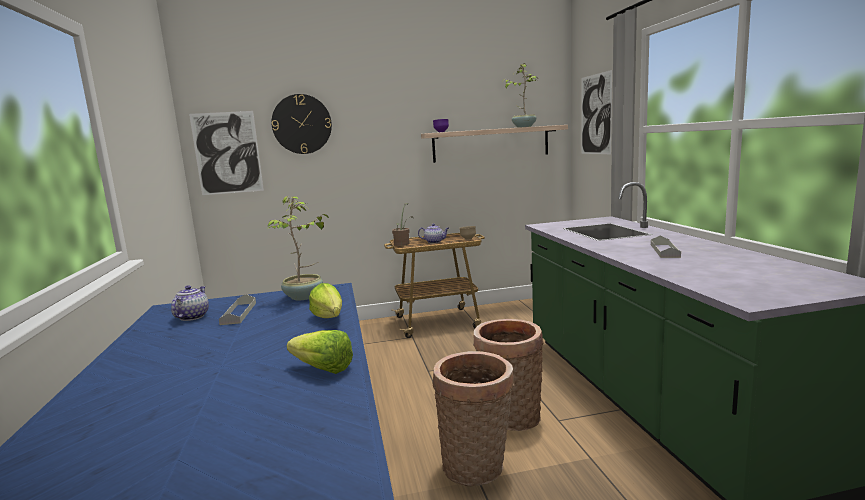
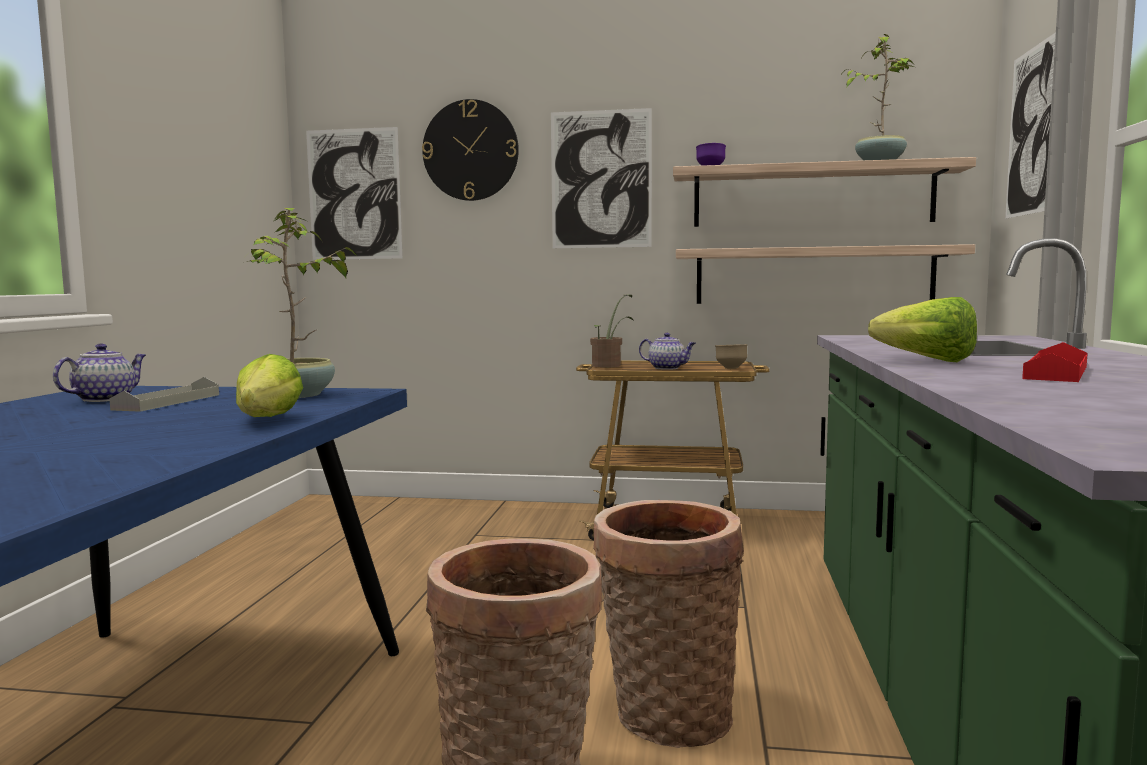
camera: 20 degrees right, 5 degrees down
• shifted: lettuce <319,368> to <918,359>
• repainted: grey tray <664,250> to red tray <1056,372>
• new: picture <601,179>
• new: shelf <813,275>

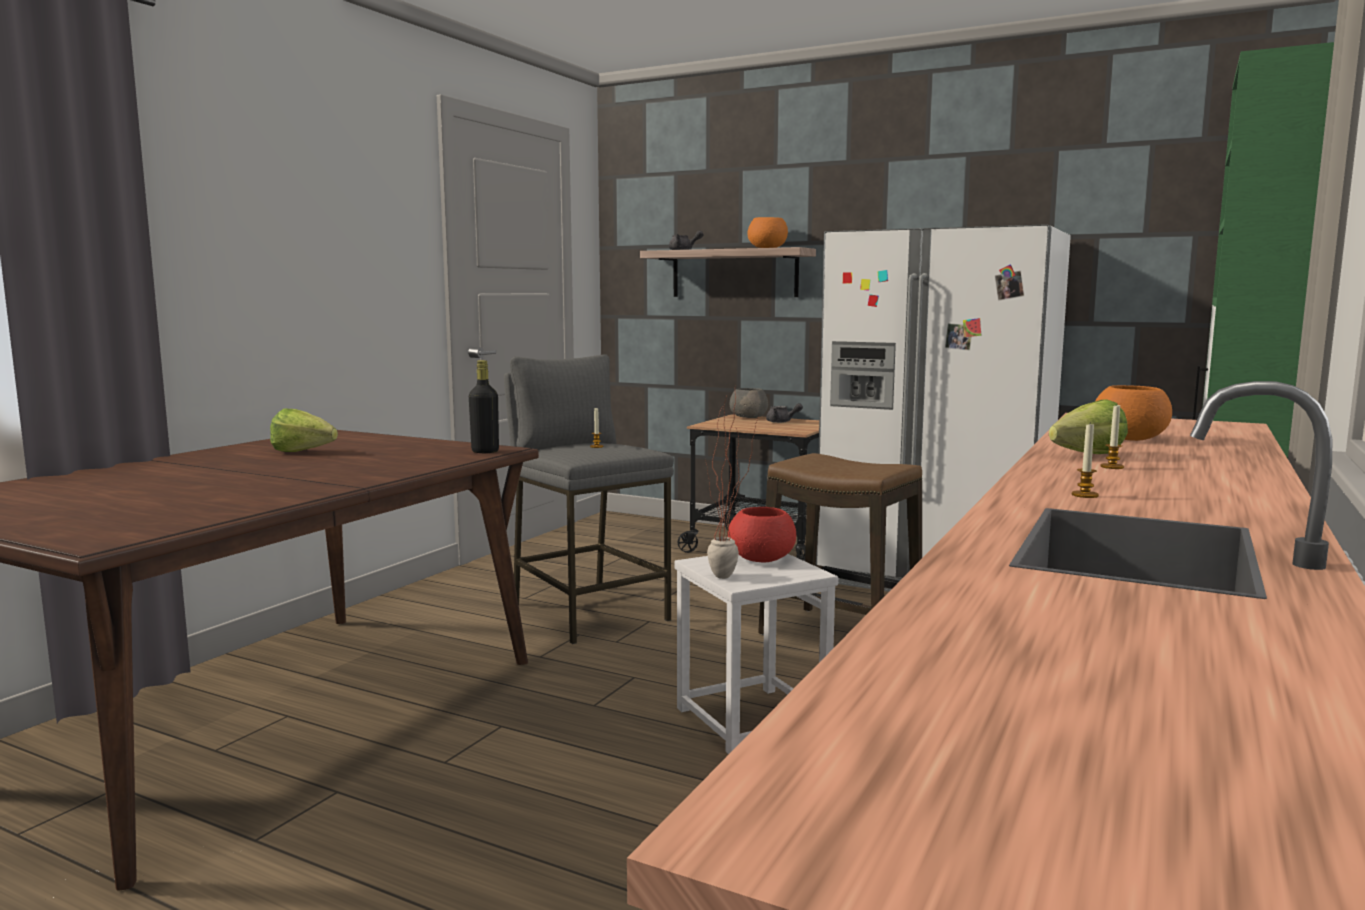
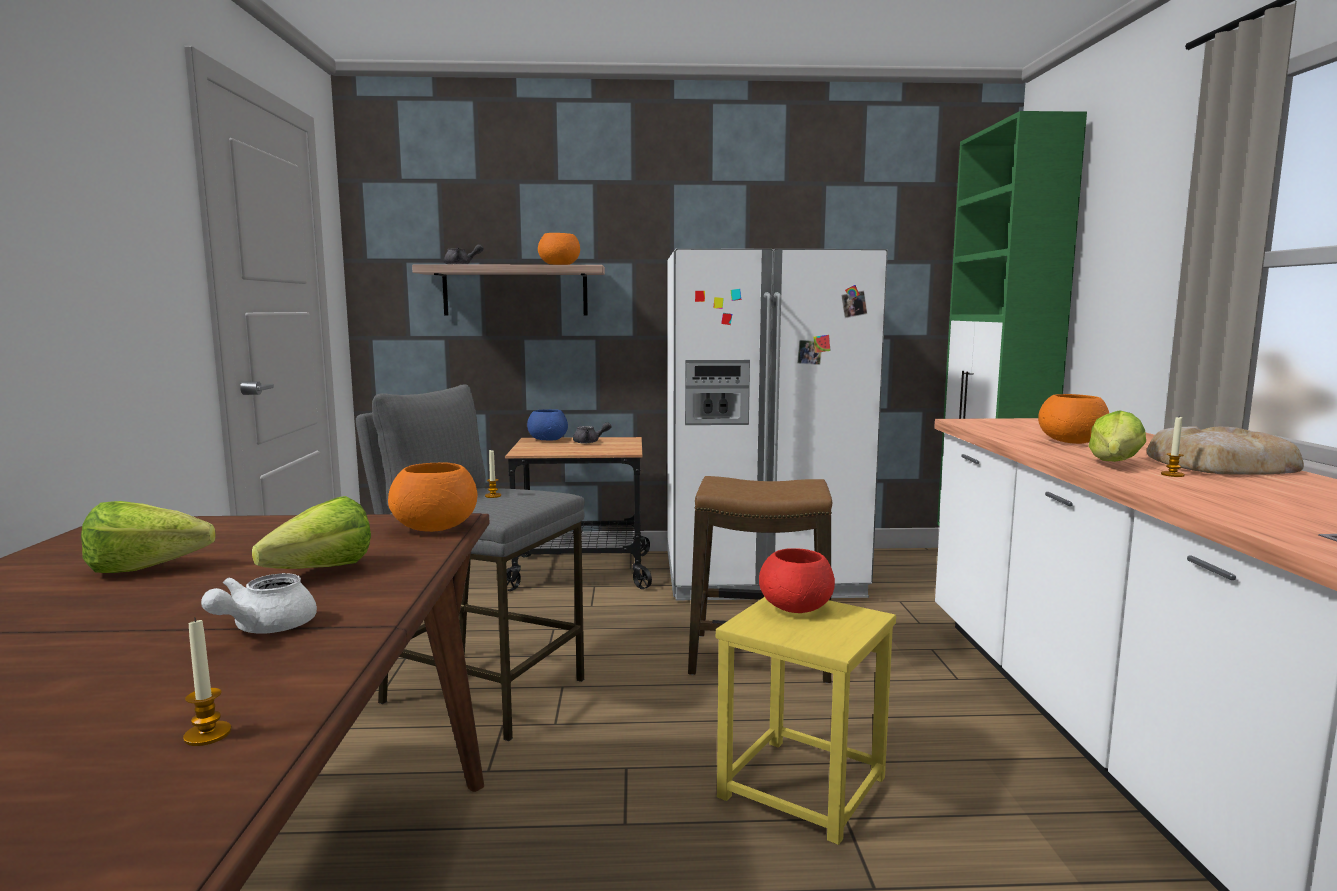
camera: 30 degrees left, 0 degrees up
• swapped: black bottle <485,451> to orange bowl <436,527>
• repainted: white stool <750,720> to yellow stool <801,788>
• gone: potted plant <730,579>
• repainted: grey bowl <749,417> to blue bowl <548,440>
• shifted: candle <1084,495> to <207,735>
• new: white teapot <264,628>
• new: lettuce <311,574>
• new: bread <1216,465>

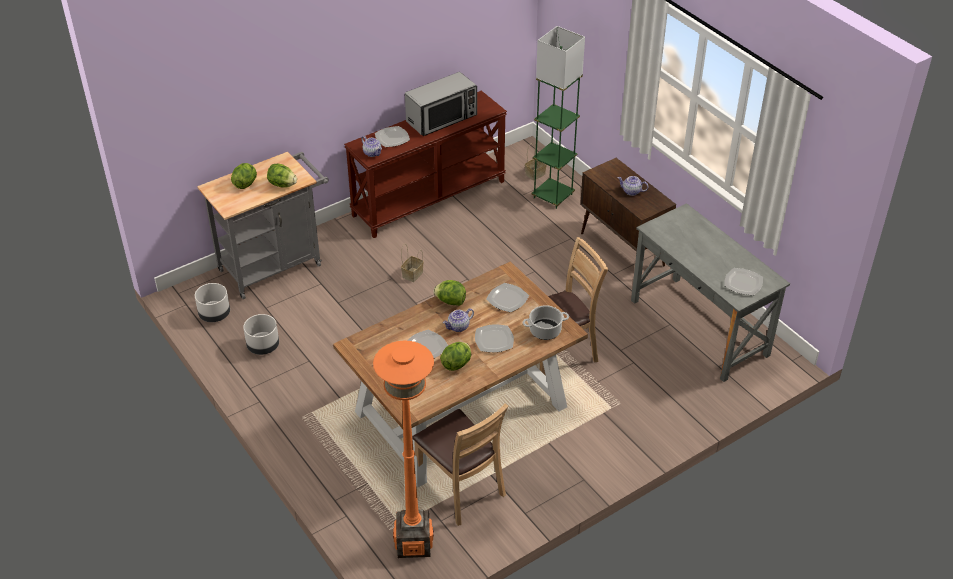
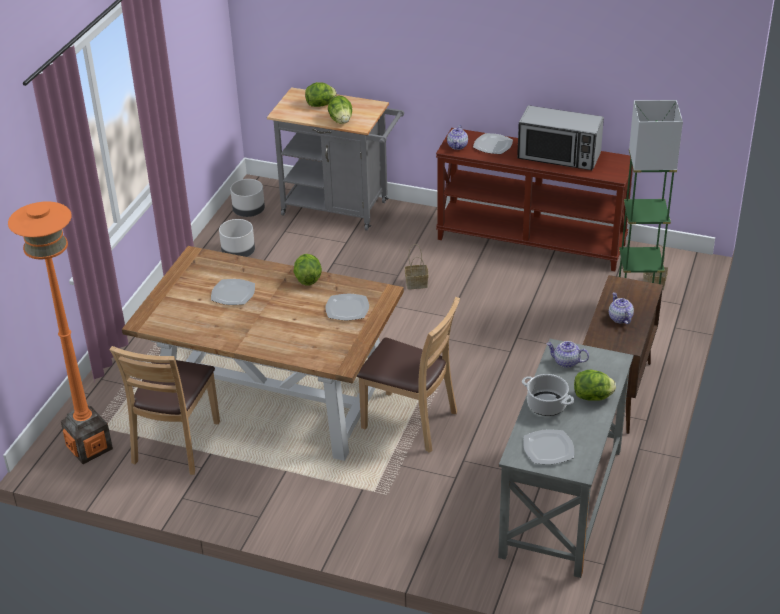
camera: 55 degrees right, 5 degrees down
• shifted: lettuce <457,364> to <593,397>
• shifted: teapot <458,327> to <566,362>
• gone: plate <494,339>
• shifted: cooking pot <545,331> to <546,405>

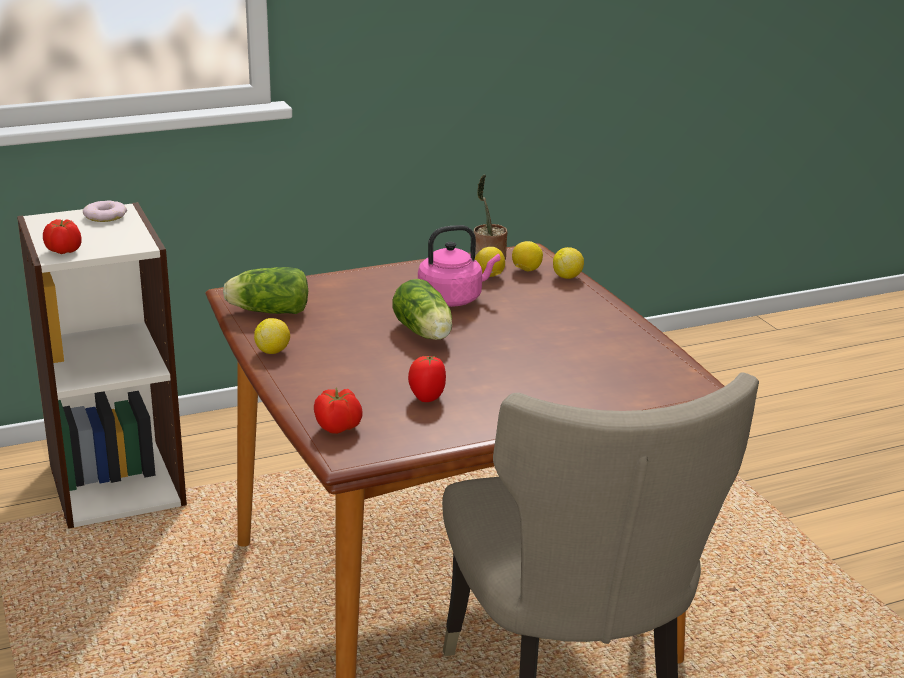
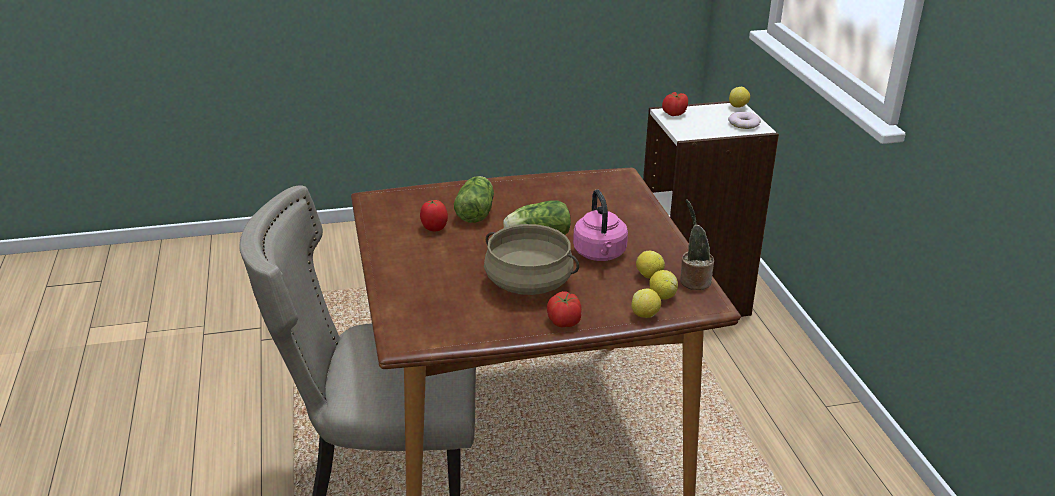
camera: 100 degrees right, 5 degrees up
• shifted: lettuce <266,311> to <476,211>
• shifted: lemon <273,351> to <738,107>
• shifted: tomato <339,428> to <563,322>
• new: beige cooking pot <529,283>

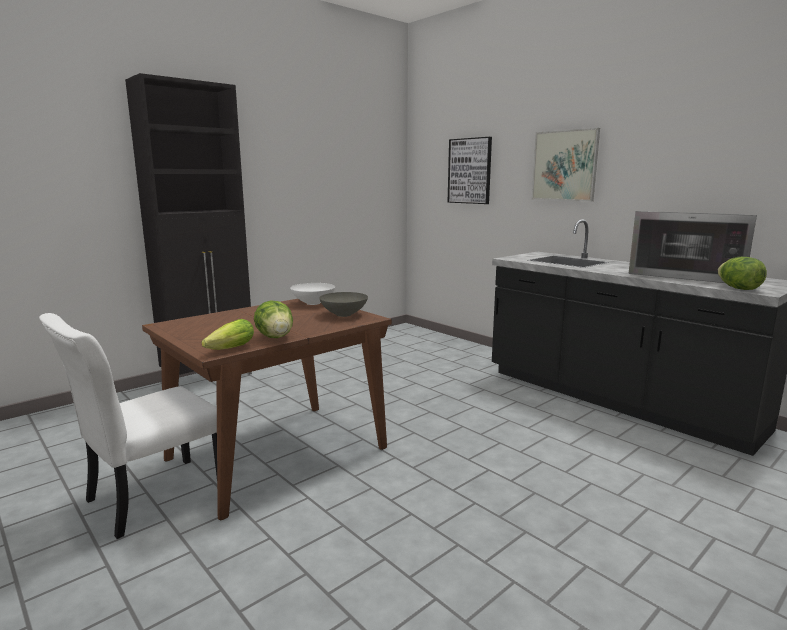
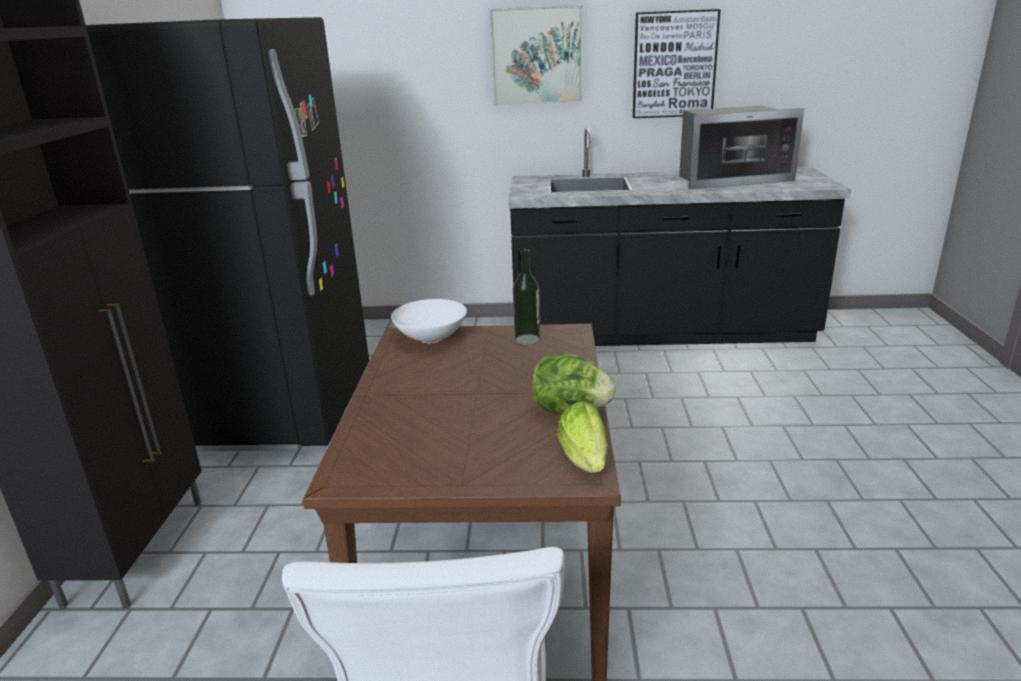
camera: 45 degrees left, 10 degrees up
• swapped: grey bowl <344,314> to bottle <527,339>
• shifted: picture <470,171> to <674,64>
• gone: lettuce <738,288>
• new: black fridge <283,408>

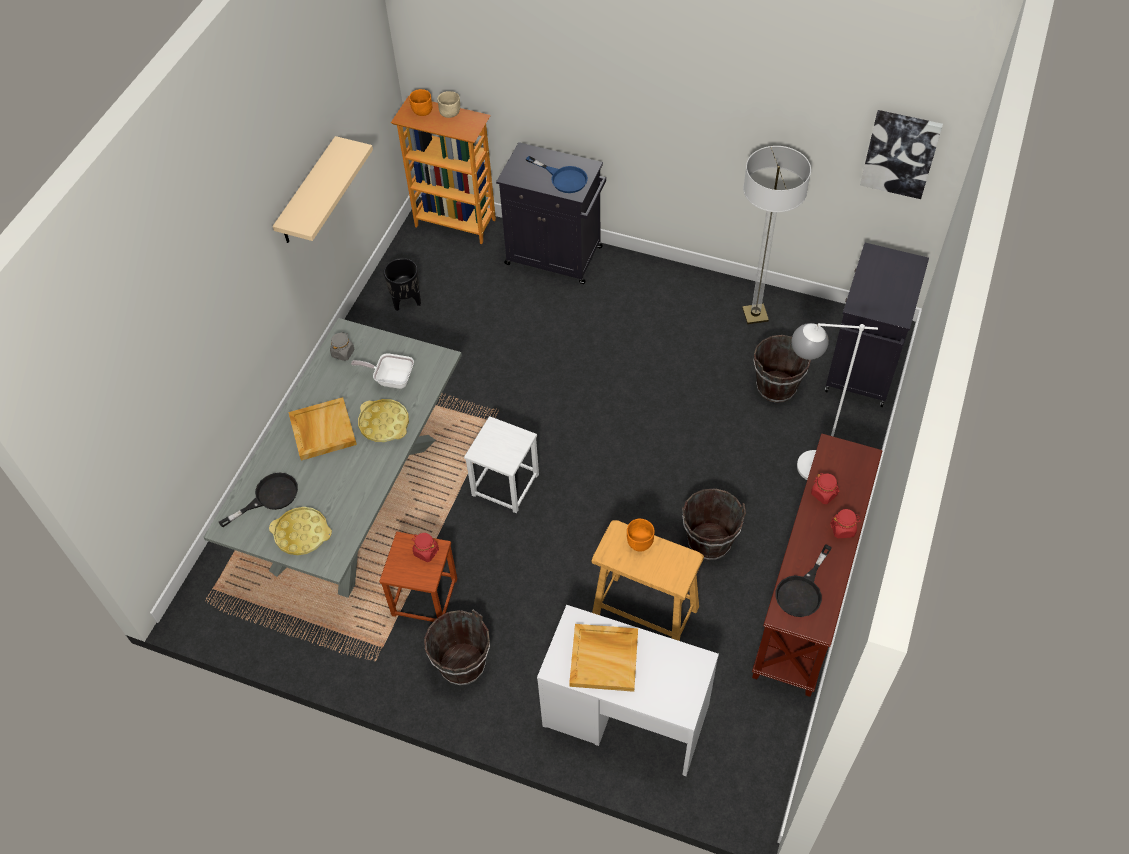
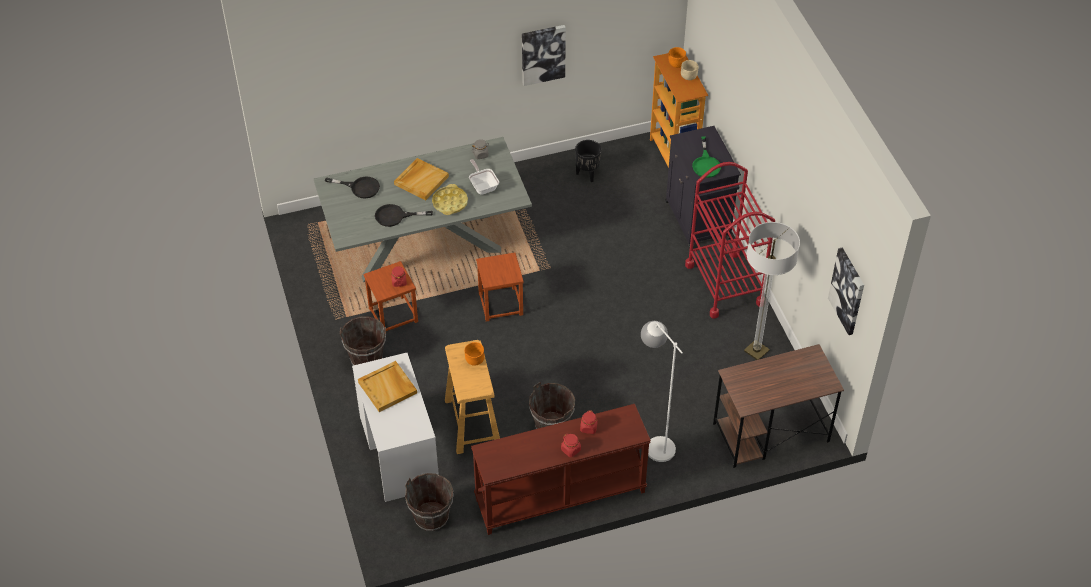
camera: 50 degrees right, 5 degrees down
• gone: yellow tray <302,534>
• swapped: beige shelf <308,193> to picture <543,54>
• repainted: white stool <505,485> to brown stool <500,304>
• repainted: blue frying pan <563,178> to green frying pan <706,164>
• shifted: brown bucket <776,387> to <431,517>
• shifted: black frying pan <802,591> to <395,216>
• swapped: black cabinet <862,367> to brown desk <770,433>
• new: red cart <724,284>

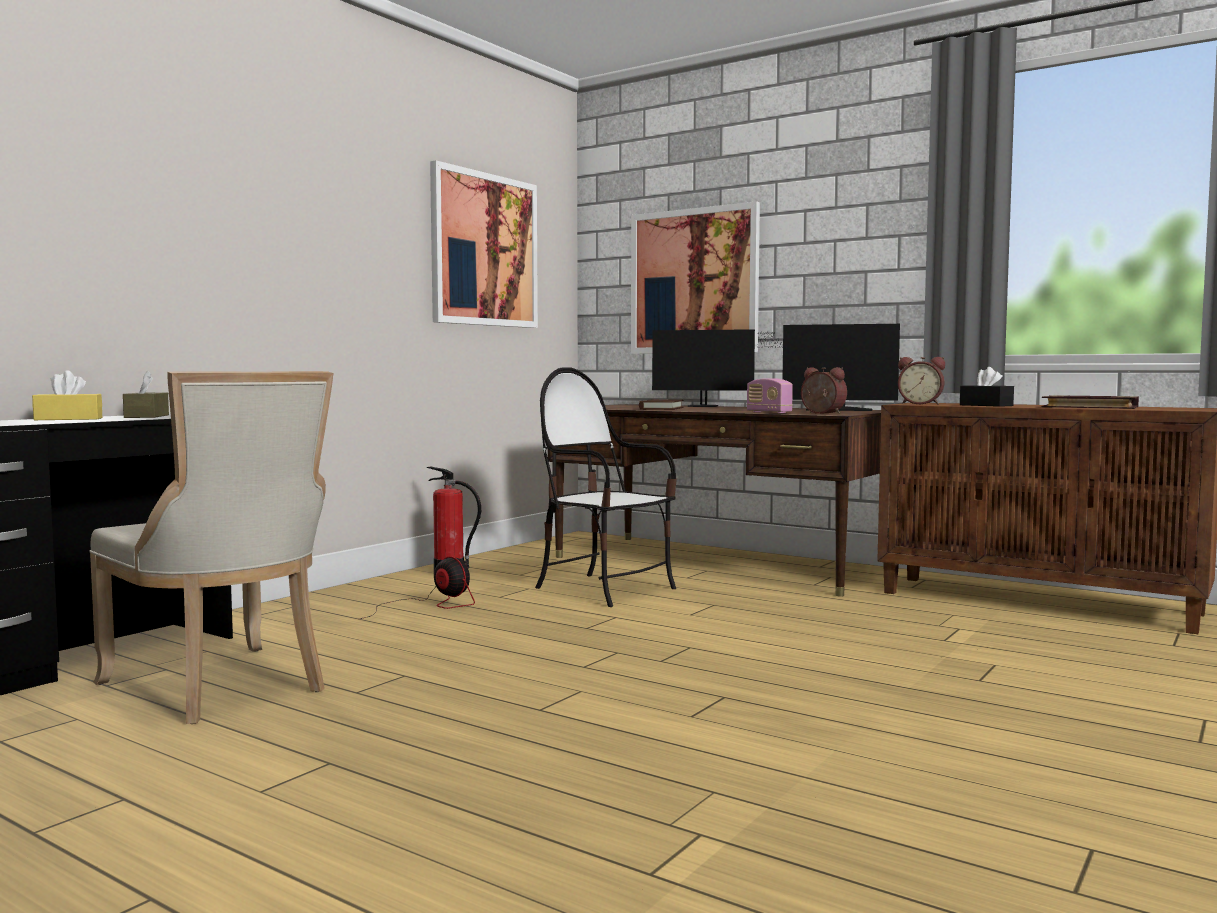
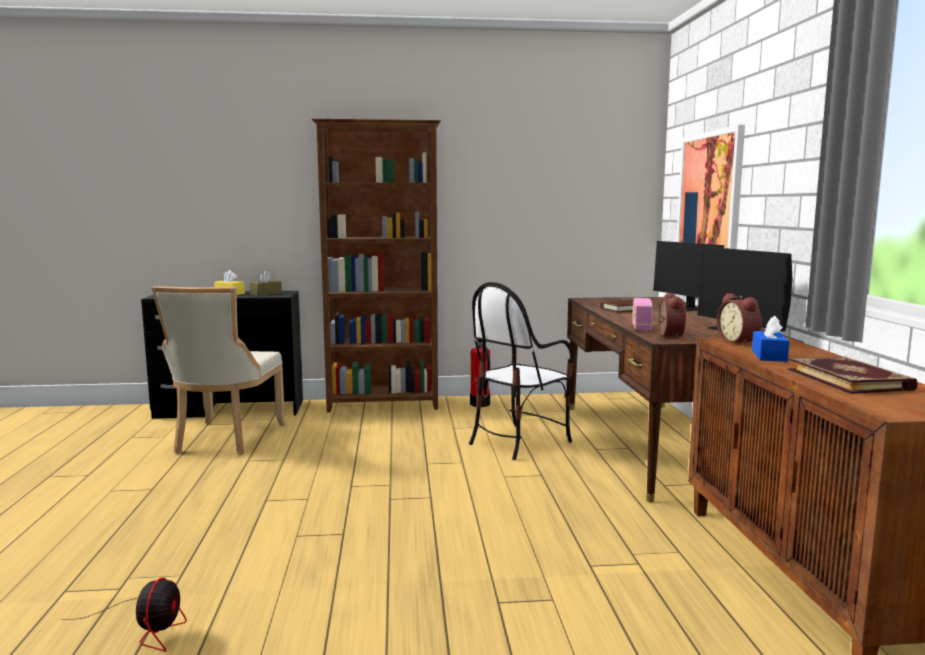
camera: 50 degrees right, 5 degrees up
• shifted: fan <430,605> to <149,627>
• gone: picture <484,250>
• rotated: chair <605,589> = <518,441> 135 degrees counterclockwise
• repainted: black tissue box <986,405> to blue tissue box <769,356>
• new: brown bookcase <384,404>

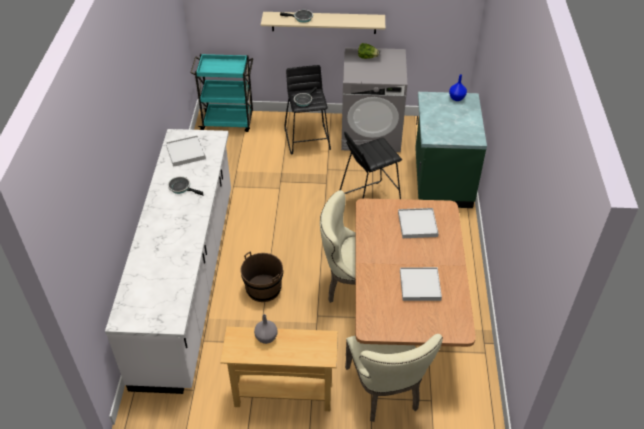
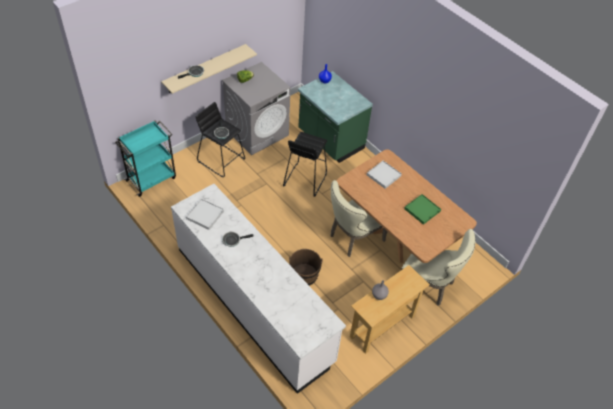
camera: 45 degrees left, 5 degrees up
• repainted: white tray <419,285> to green tray <422,210>

